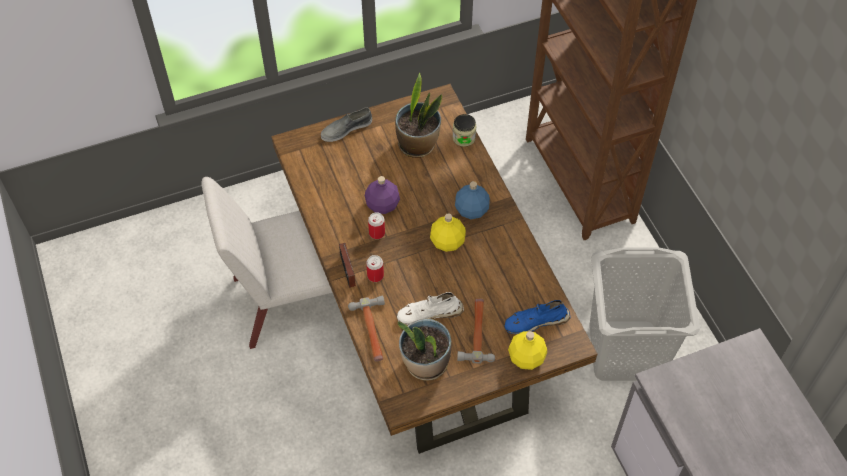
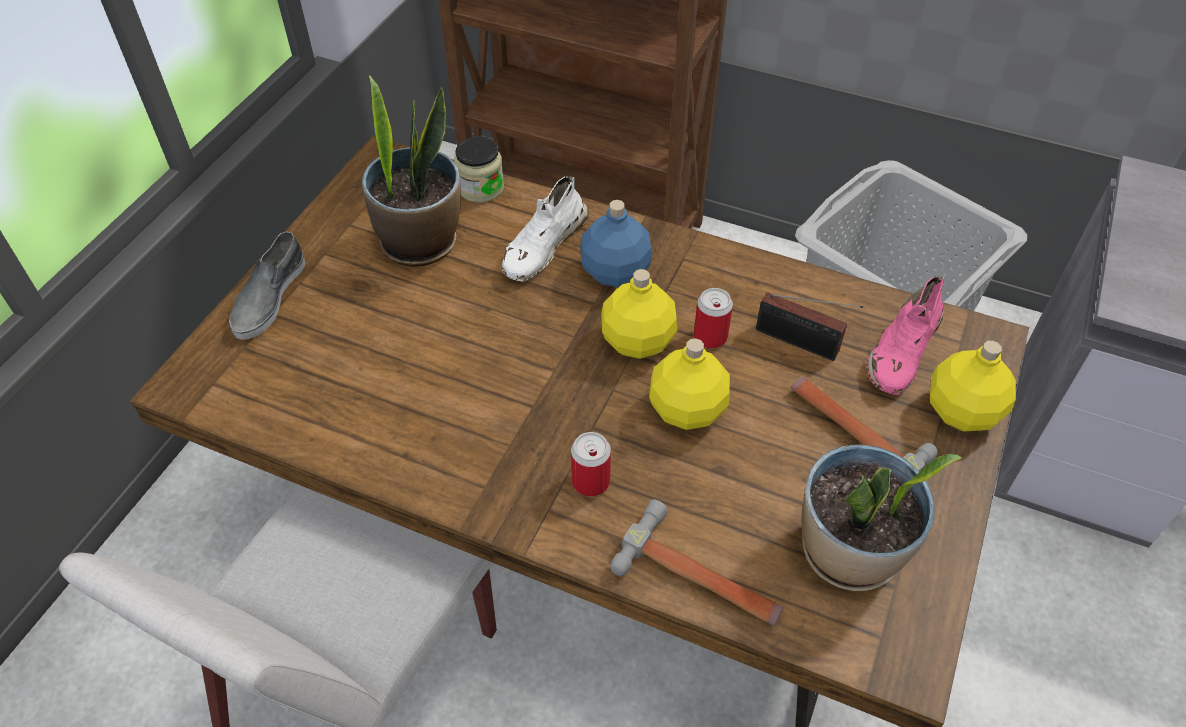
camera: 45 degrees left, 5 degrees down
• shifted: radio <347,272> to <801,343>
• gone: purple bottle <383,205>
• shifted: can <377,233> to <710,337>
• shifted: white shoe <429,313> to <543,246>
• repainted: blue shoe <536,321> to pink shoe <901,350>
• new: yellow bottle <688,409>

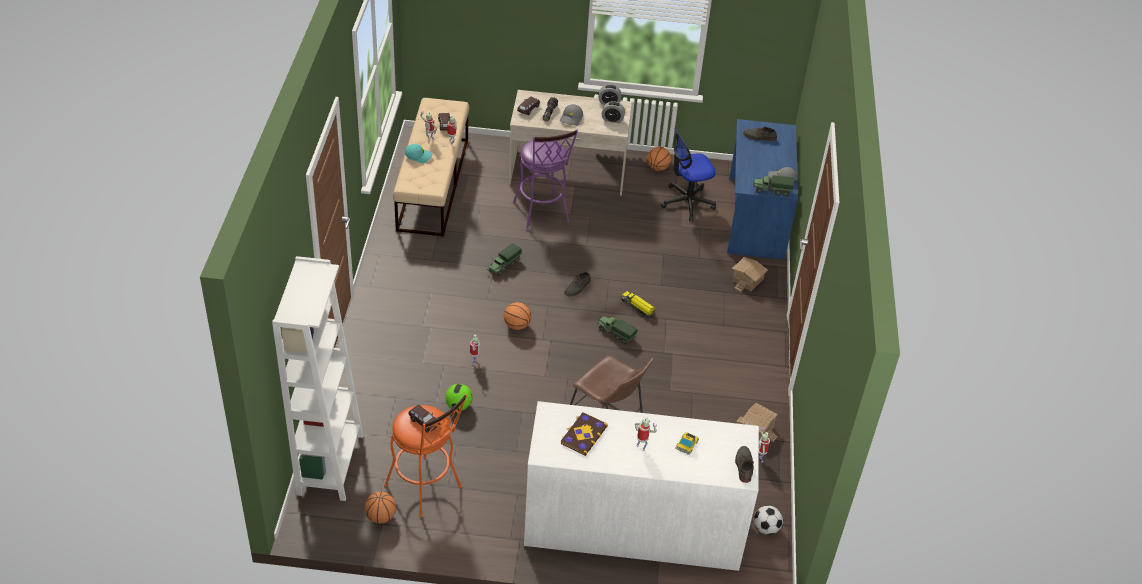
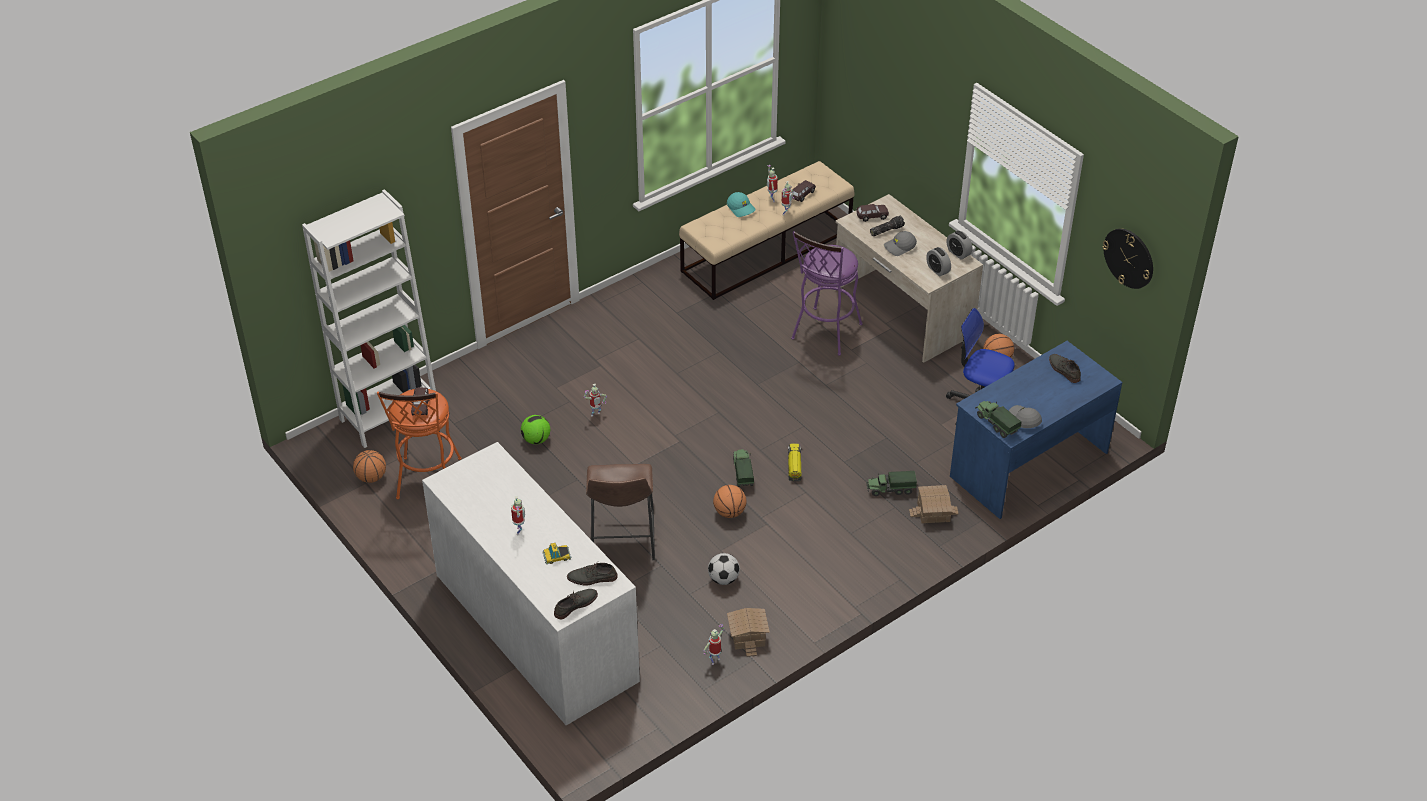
camera: 50 degrees right, 0 degrees up
• shifted: toy truck <503,266> to <890,489>
• shifted: basketball <517,325> to <729,512>
• gone: book <583,434>
• shifted: grey shoe <578,287> to <592,578>
• shifted: football <766,528> to <723,579>
• new: wall clock <1129,258>

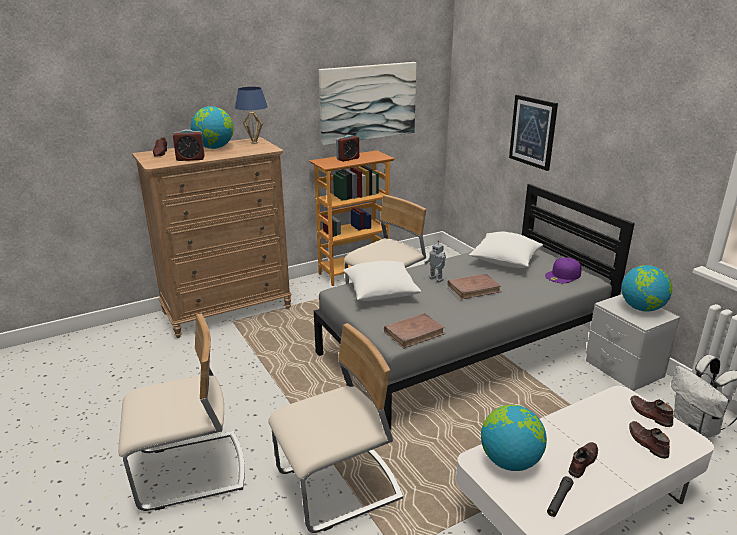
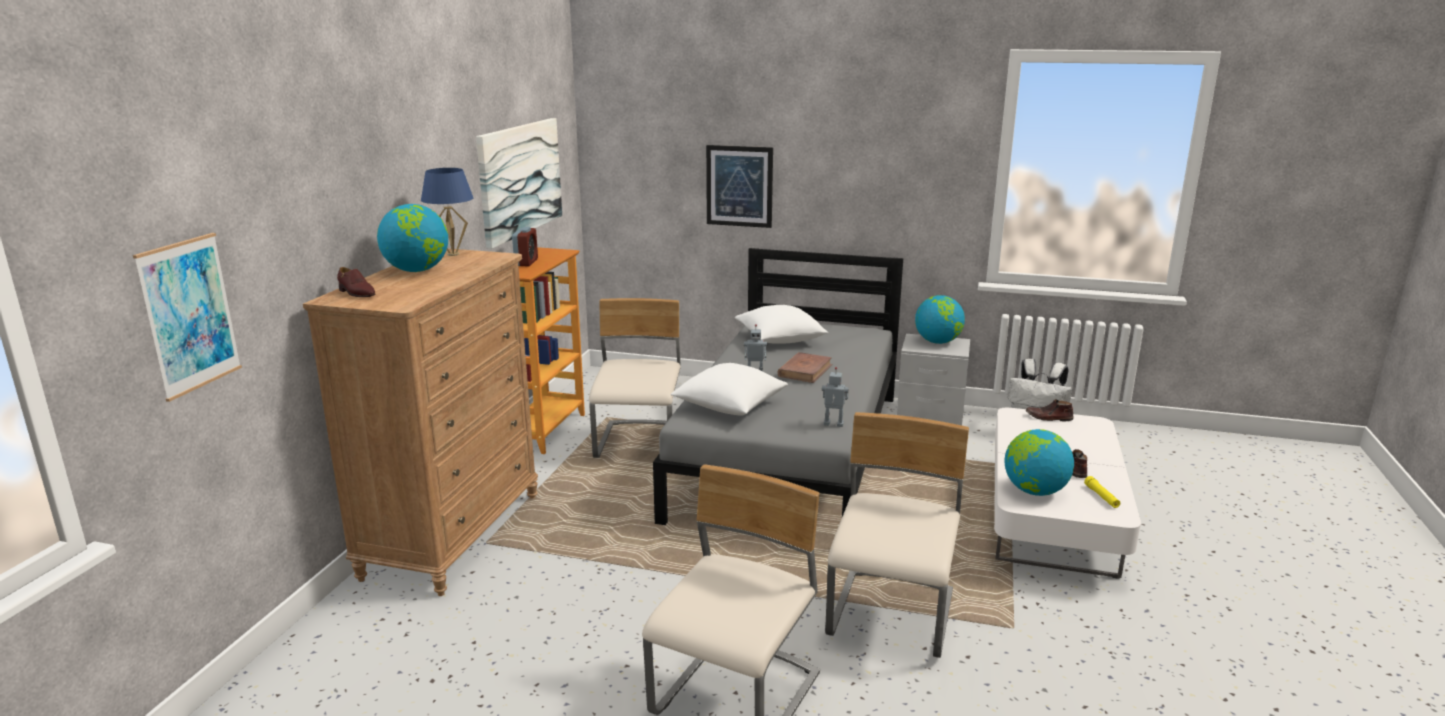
camera: 45 degrees left, 5 degrees down
• gone: alarm clock <190,159>
• swapped: brown book <414,333> to toy robot <833,425>
• gone: purple cap <563,275>
• repainted: black flashlight <559,500> to yellow flashlight <1101,497>
• gone: brown shoe <647,443>
• new: picture <189,315>

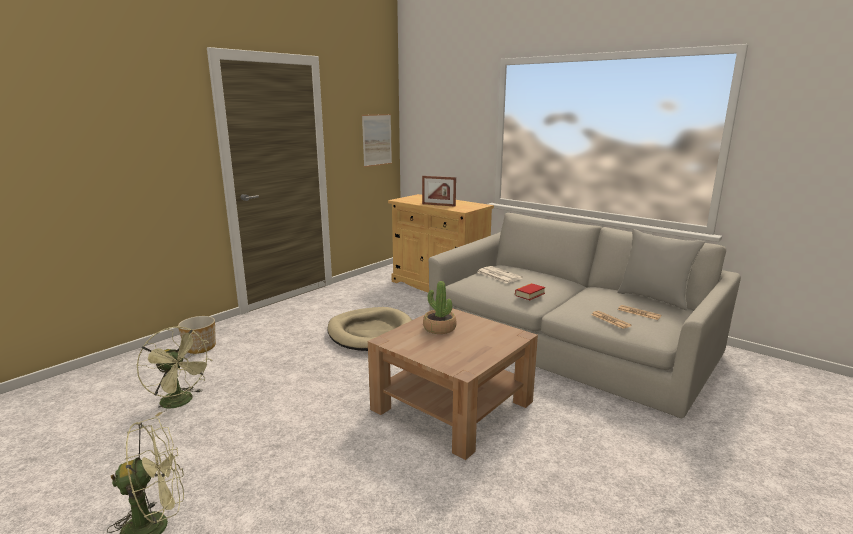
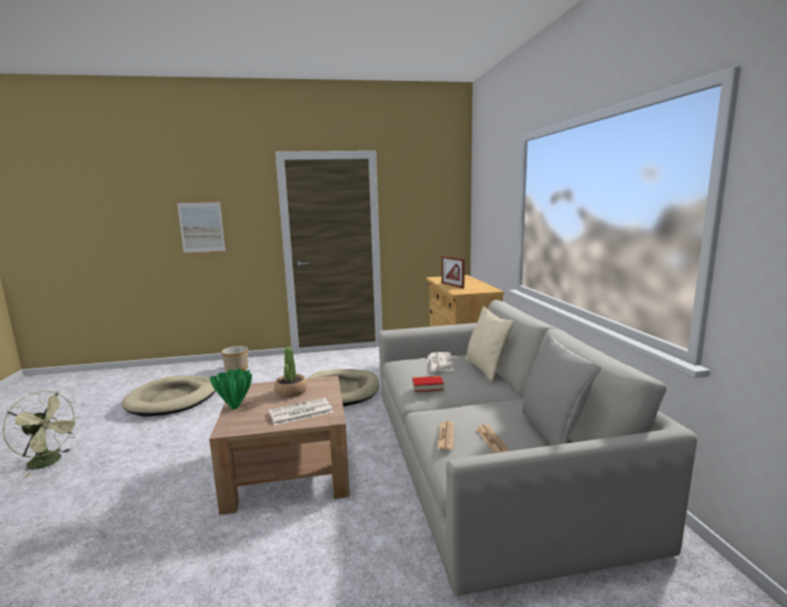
camera: 40 degrees right, 5 degrees down
• swapped: green fan <181,402> to beige dog bed <173,399>
• shifted: picture <377,140> to <201,227>
• new: green vase <235,407>
• new: newspaper <300,412>
• new: beige pillow <486,369>

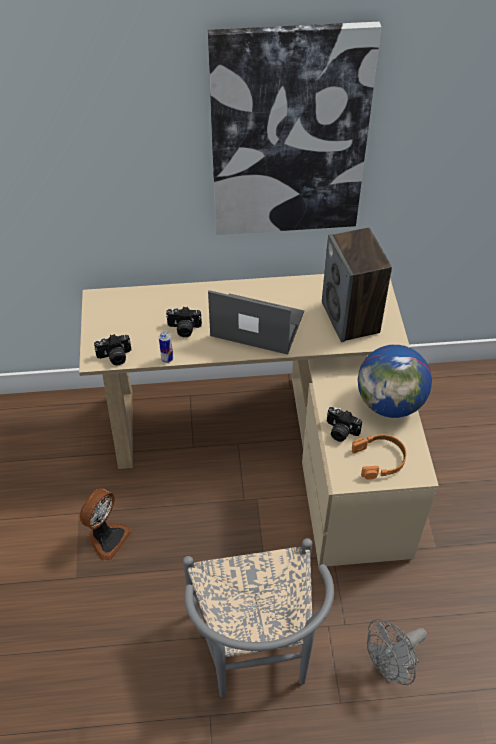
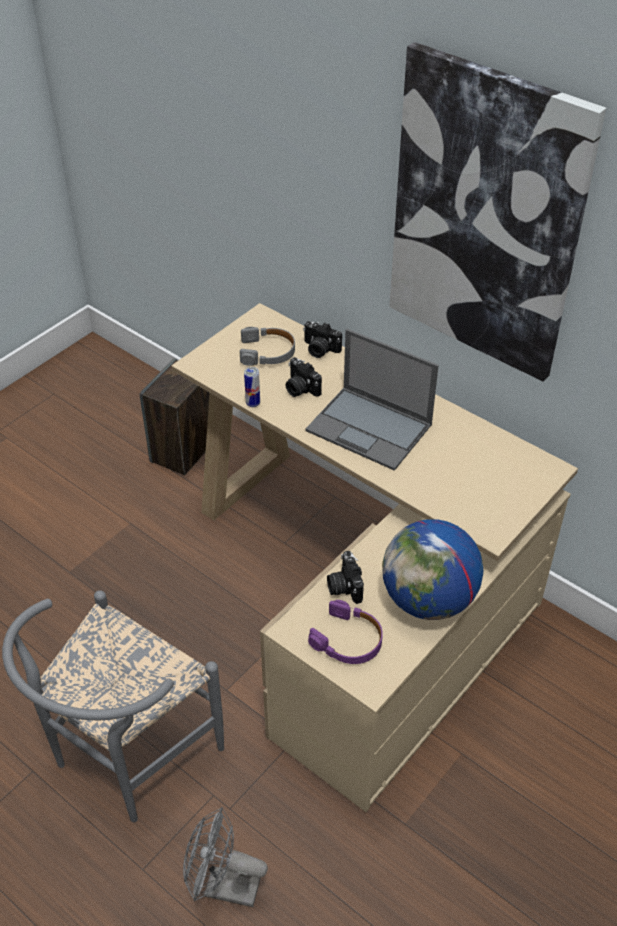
camera: 45 degrees right, 5 degrees down
• gone: fan <106,537>
• shifted: photo camera <115,357> to <319,349>
• rotated: laptop <256,324> = <370,428> 150 degrees clockwise
• shifted: speaker <351,318> to <183,451>
• repainted: orange headphones <379,459> to purple headphones <348,640>
• new: grey headphones <267,352>

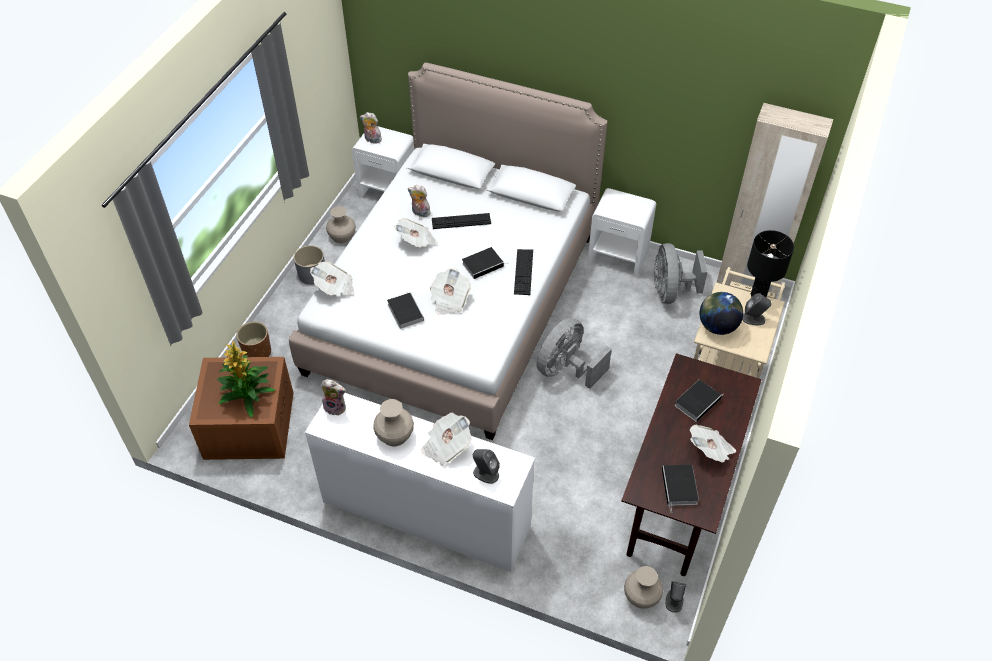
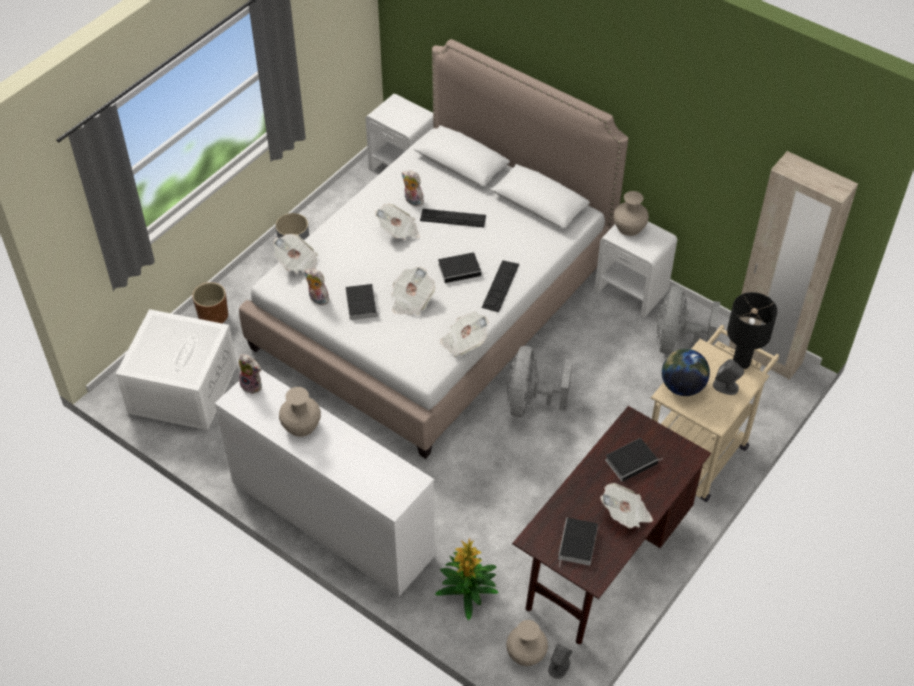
camera: 15 degrees right, 0 degrees up
• repainted: brown storage box <248,424> to white storage box <182,387>
• shifted: potted plant <247,394> to <467,590>
• shifted: beige vase <342,236> to <629,227>
• shifted: plush toy <372,140> to <317,299>
• shifted: newspaper <446,446> to <464,342>
• gone: grey speaker <485,473>
• rotated: grey fan <566,370> = <530,402> 45 degrees counterclockwise

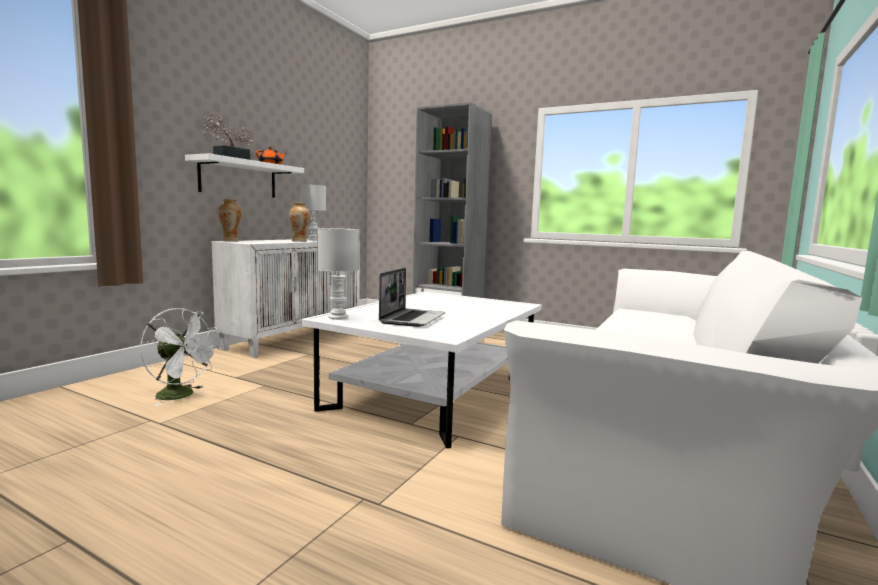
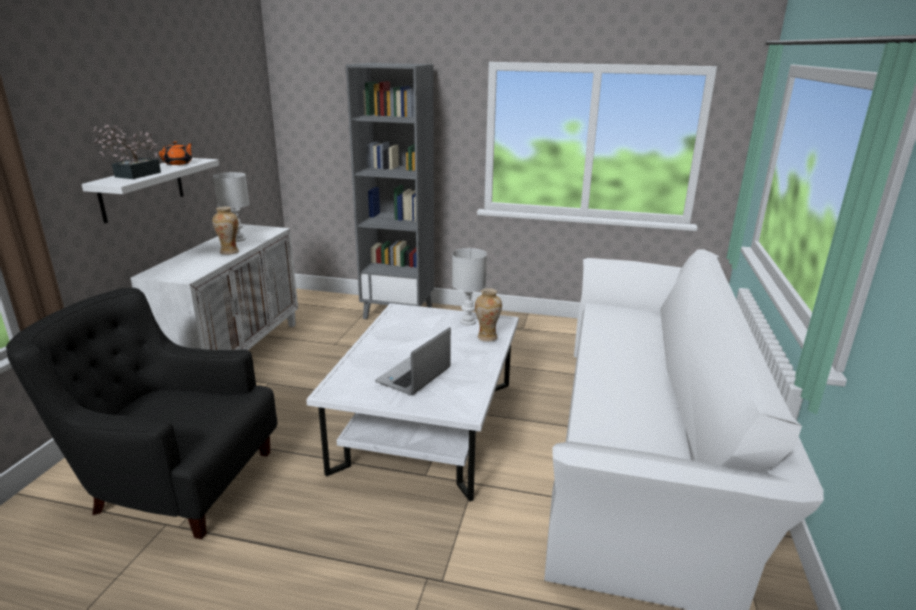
camera: 15 degrees left, 15 degrees up
• swapped: white fan <181,396> to black armchair <172,480>
• shifted: vase <230,241> to <487,337>
• shifted: white table lamp <339,317> to <468,321>
• rotated: laptop <412,319> = <414,376> 150 degrees counterclockwise

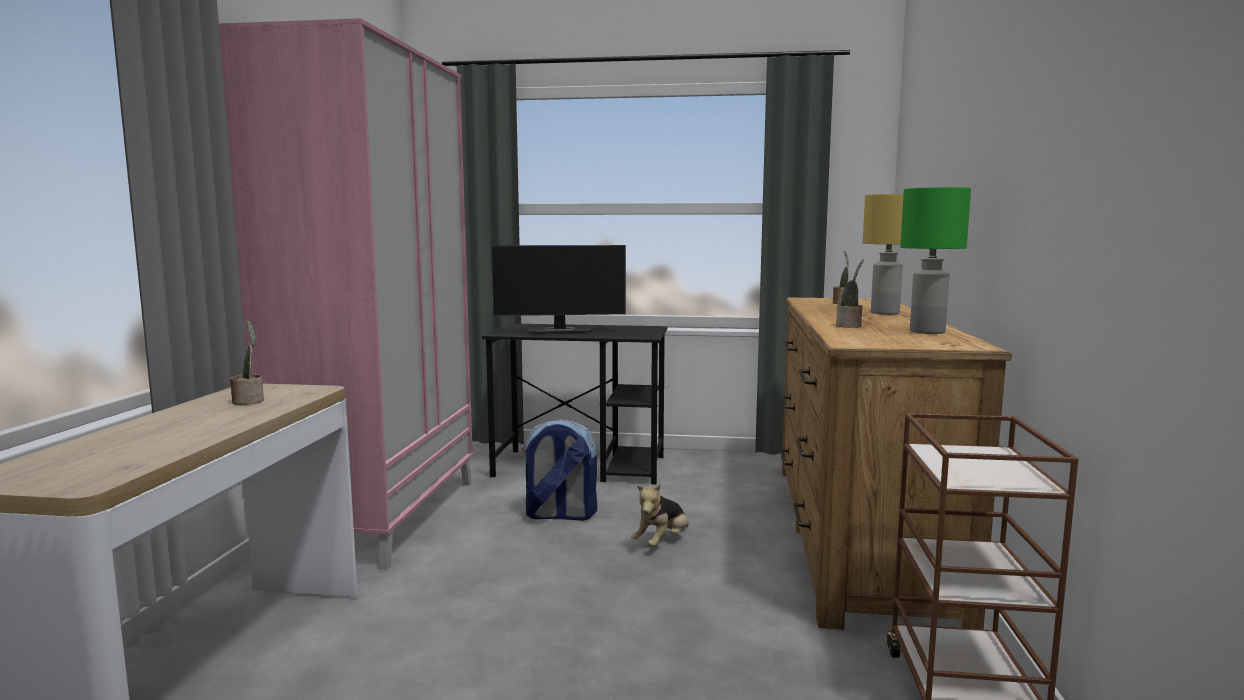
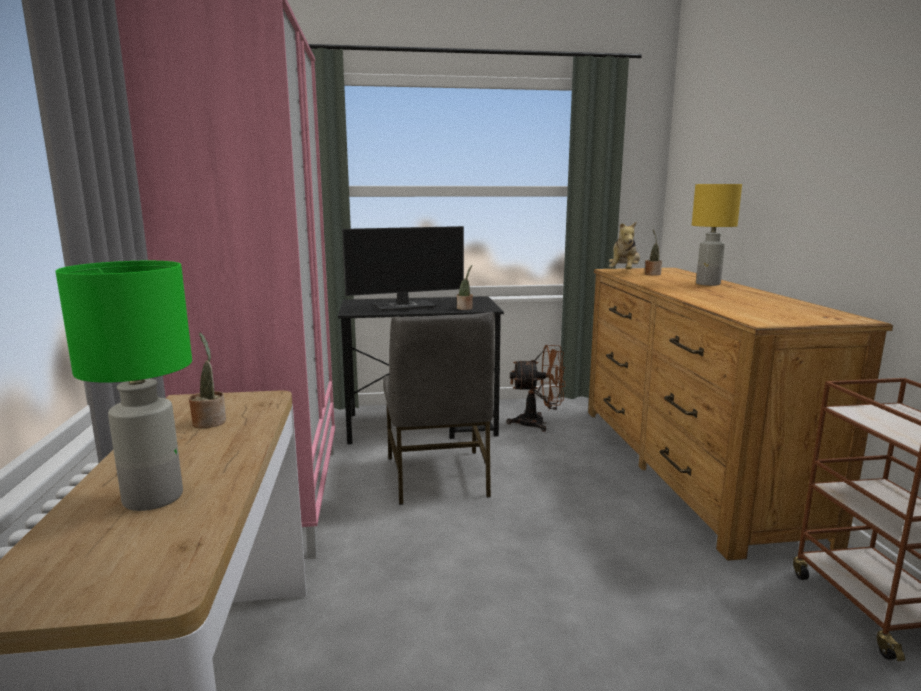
camera: 15 degrees left, 5 degrees up
• swapped: backpack <559,515> to grey chair <438,477>
• shifted: plush toy <662,542> to <624,273>
• shifted: potted plant <849,326> to <465,308>
• shifted: green table lamp <926,332> to <151,498>
• new: brown fan <538,423>

